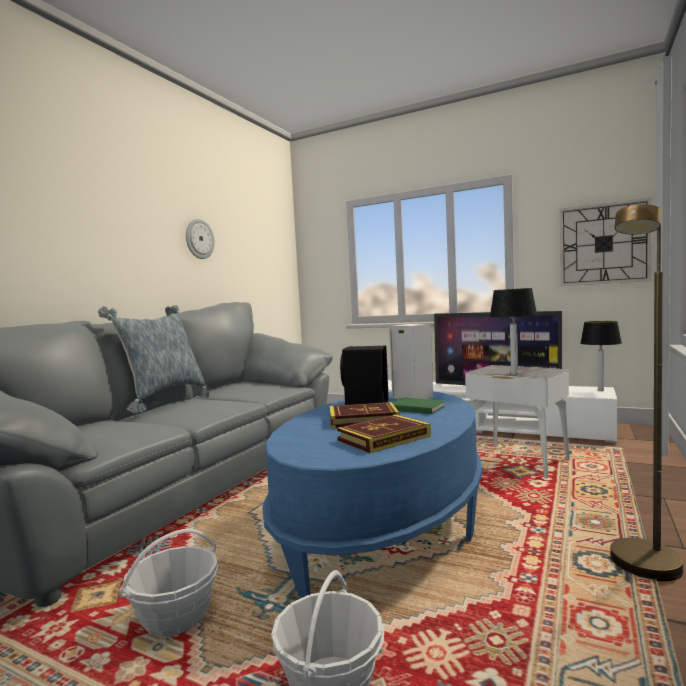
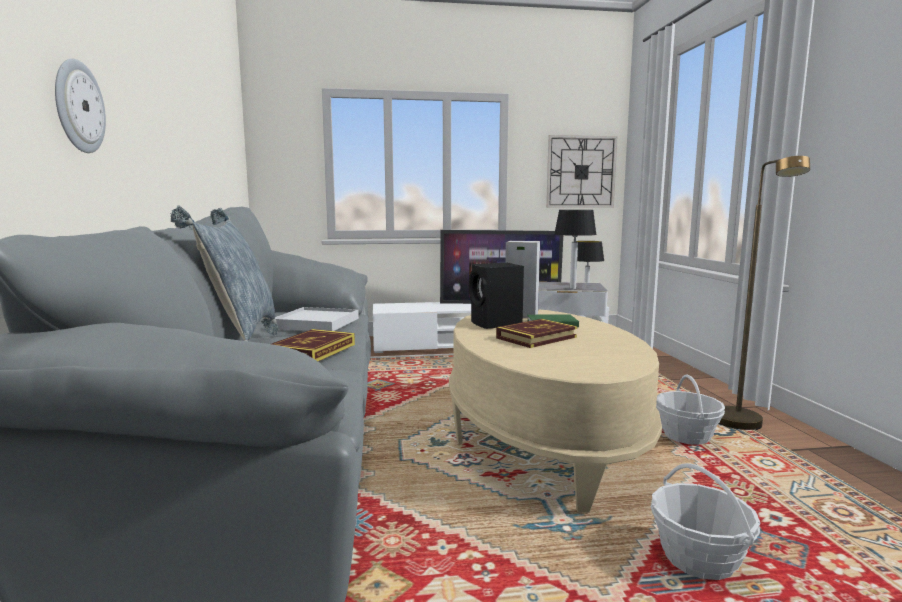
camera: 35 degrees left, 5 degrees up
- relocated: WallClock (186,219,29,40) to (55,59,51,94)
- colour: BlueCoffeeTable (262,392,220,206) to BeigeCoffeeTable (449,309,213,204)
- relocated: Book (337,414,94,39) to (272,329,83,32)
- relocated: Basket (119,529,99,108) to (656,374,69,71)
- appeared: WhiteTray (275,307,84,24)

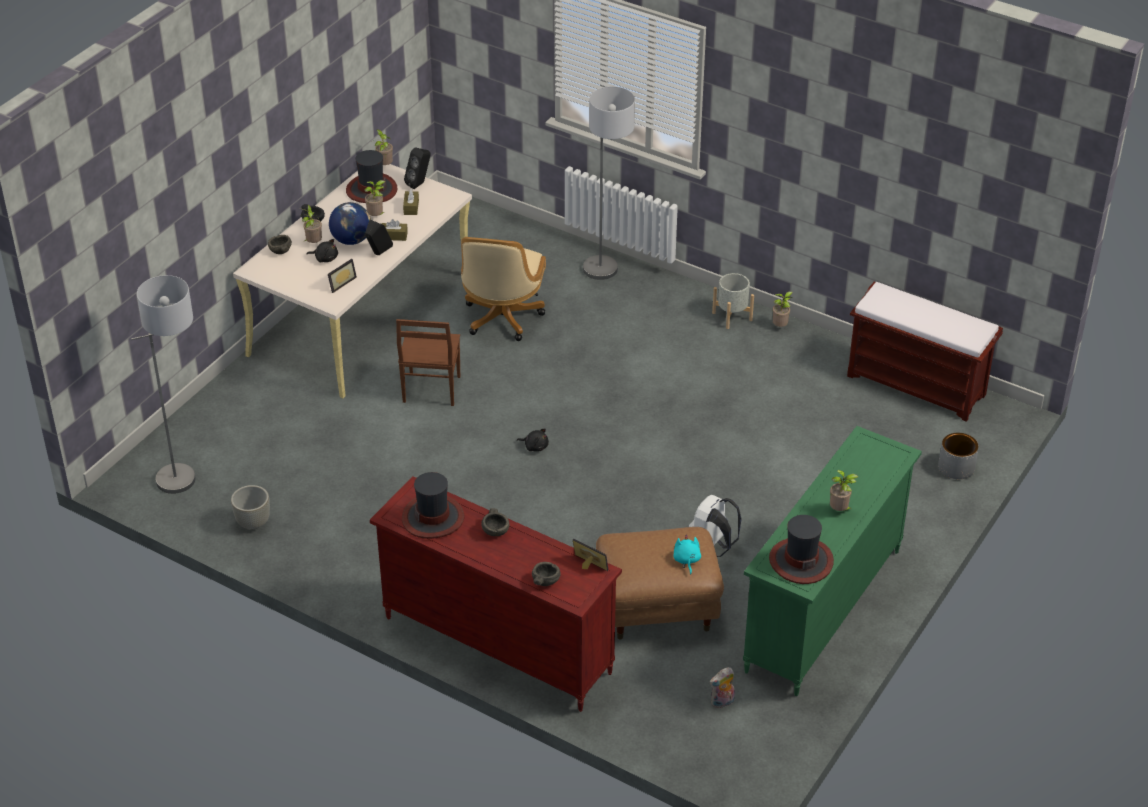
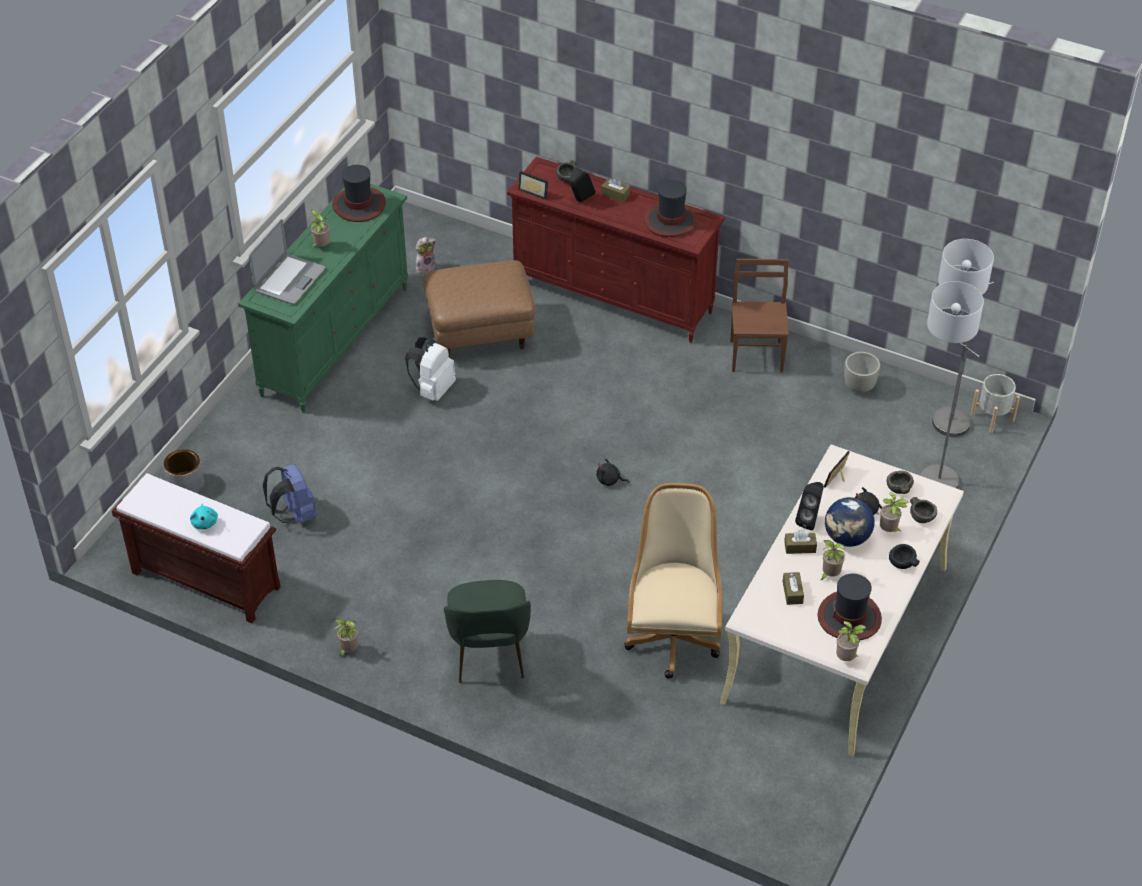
camera: 175 degrees right, 5 degrees up
- relocated: GreyFloorLamp (583,86,52,194) to (920,281,64,207)
- relocated: BlackSpeaker (404,147,27,42) to (569,167,27,35)
- relocated: GreyPlanter (712,273,42,56) to (971,374,49,59)
- relocated: BrownChair (396,319,64,87) to (731,259,58,114)
- relocated: GreyBowl (481,508,28,28) to (886,471,28,23)
- relocated: TurquoisePlushToy (673,535,28,40) to (190,504,28,25)
- appeared: BrownTissueBox (601,178,29,24)
- appeared: Laptop (249,219,76,85)
- appeared: BlueBackpack (263,464,55,59)
- appeared: GreenChair (444,580,87,103)

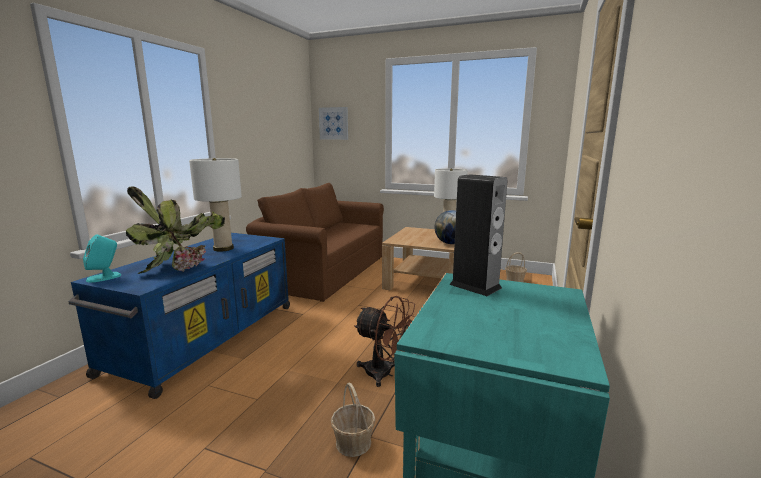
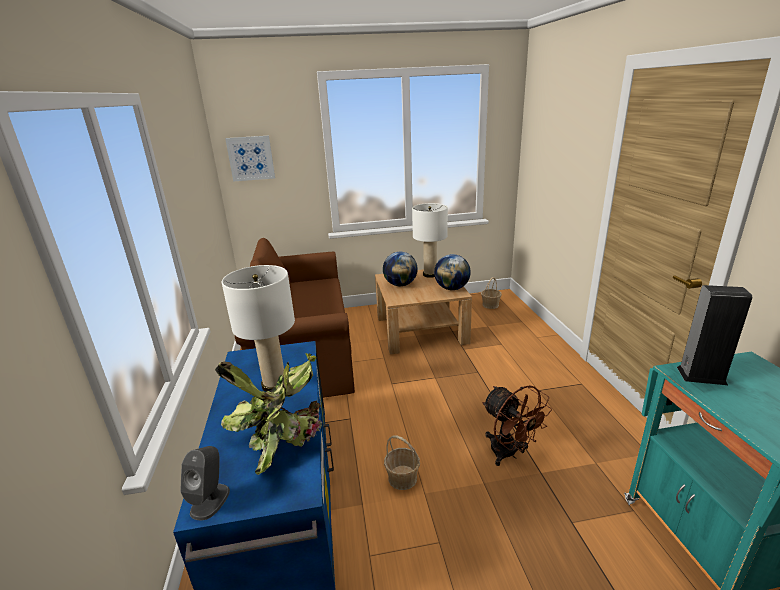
camera: 30 degrees left, 10 degrees up
- colour: TurquoiseSpeaker (83,234,38,49) to GreySpeaker (180,446,50,74)
- spun: BrownFan (354,296,62,91) = (482,385,70,81) 60 degrees clockwise
- relocated: Basket (331,383,45,74) to (384,435,36,55)
- appeared: Globe (383,252,35,34)

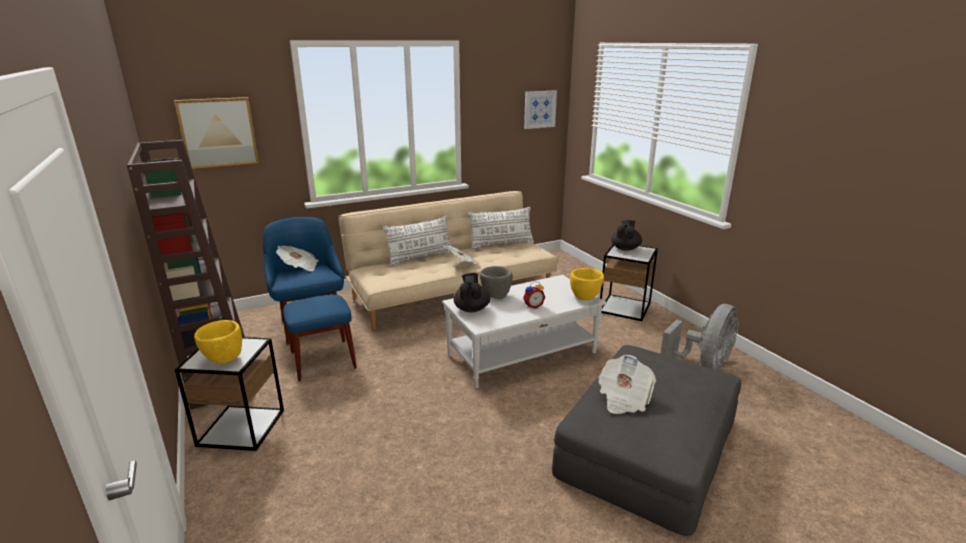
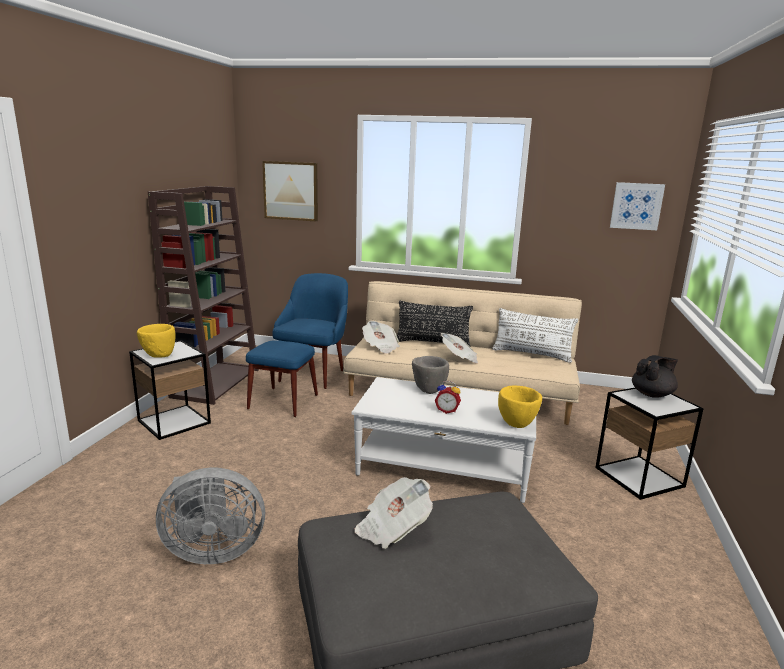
camera: 40 degrees right, 5 degrees down
- colour: WhitePillow (383,216,69,50) to BlackPillow (397,301,76,46)
- relocated: Newspaper (276,246,43,25) to (362,321,38,33)
- missing: BlackTeapot (454,273,36,39)
- relocated: GreyFan (660,304,79,66) to (156,468,109,96)

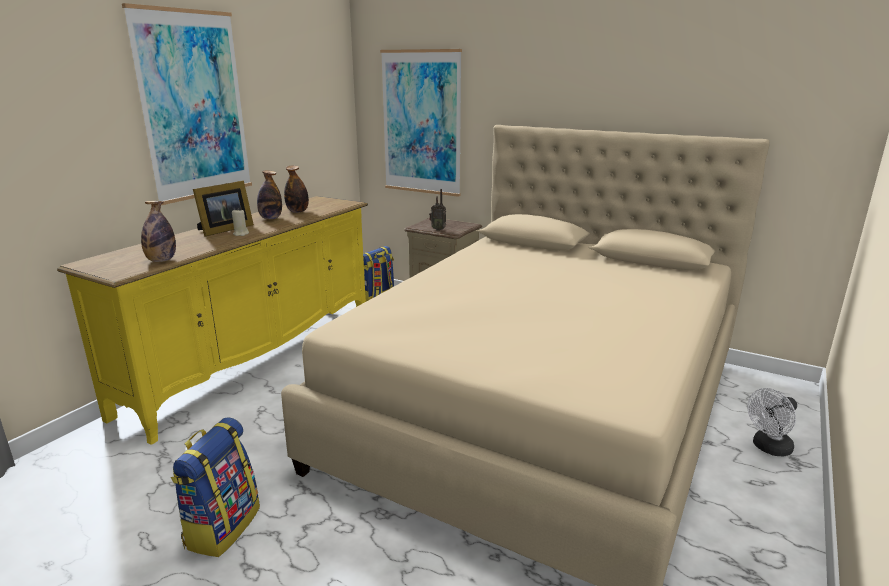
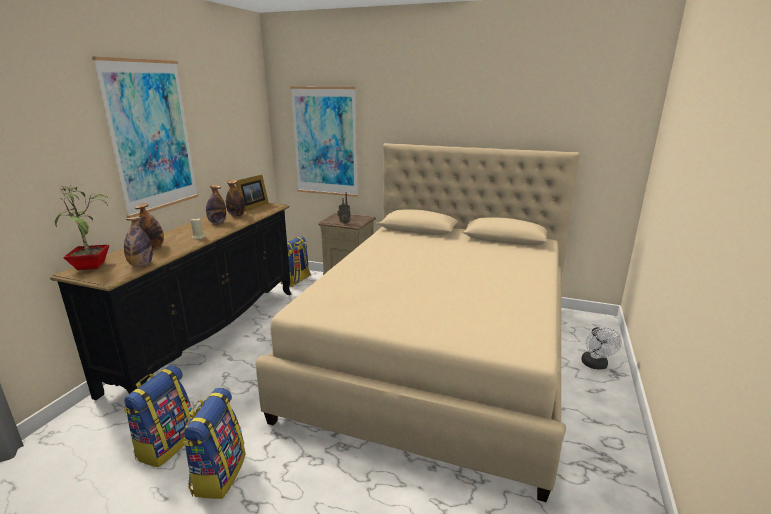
camera: 10 degrees left, 0 degrees up
- relocated: PictureFrame (193,180,61,57) to (236,174,33,37)
- colour: YellowDresser (57,196,311,249) to BlackDresser (50,203,241,197)
- spun: WhiteFan (747,388,50,68) = (581,327,41,43) 45 degrees counterclockwise
- appeared: PottedPlant (55,186,54,84)
- appeared: Bottle (135,203,29,45)
- appeared: Backpack (123,365,69,102)

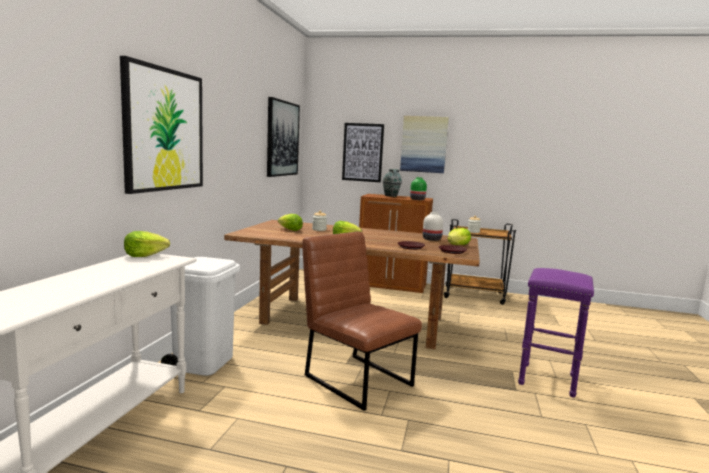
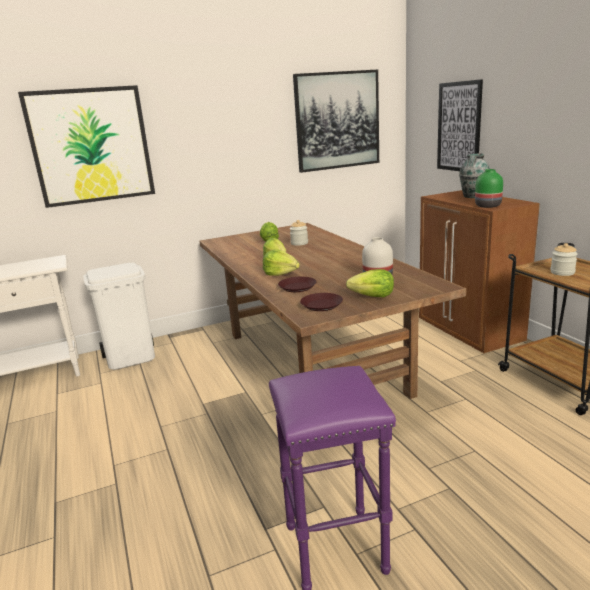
camera: 55 degrees right, 10 degrees up
- missing: Picture (400,116,49,57)
- relocated: Lettuce (124,231,46,26) to (263,250,37,26)
- missing: BrownChair (302,232,120,179)

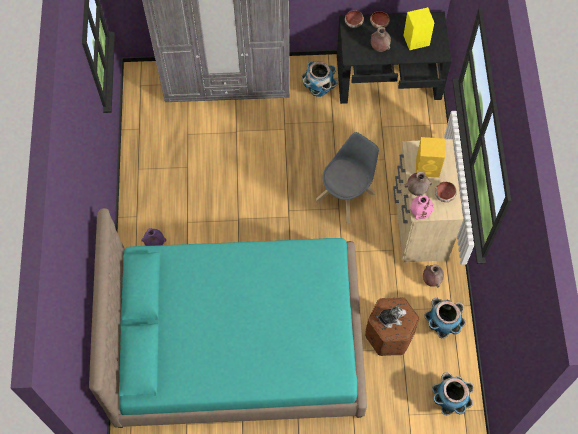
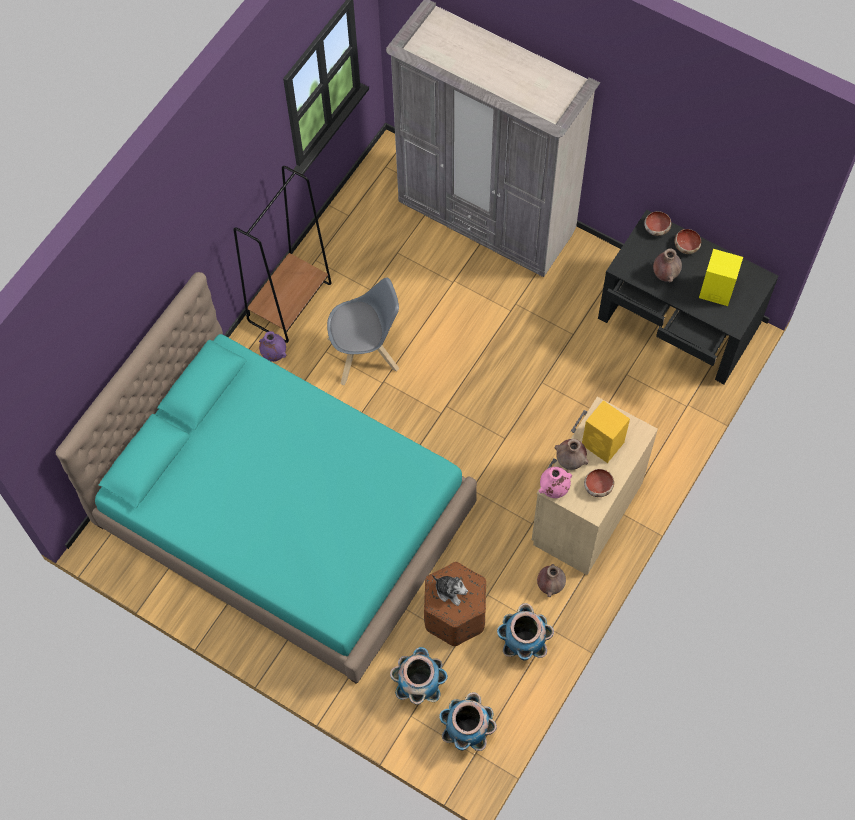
camera: 35 degrees right, 0 degrees up
- relocated: Planter (301,61,36,36) to (390,647,58,58)
- relocated: GreyChair (316,132,63,91) to (327,278,72,107)
- appeared: ClothesRack (233,166,98,177)

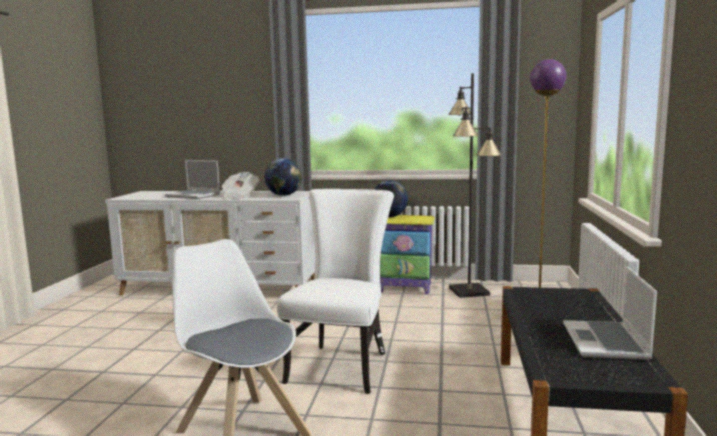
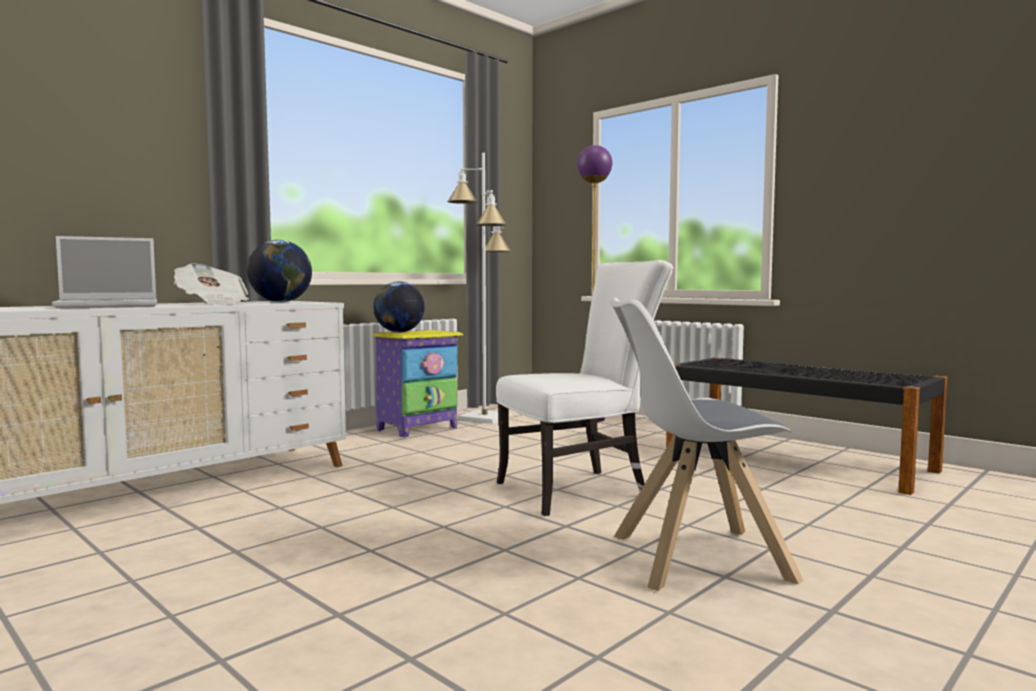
camera: 55 degrees left, 5 degrees down
- colour: BlackFloorLamp (448,73,54,225) to WhiteFloorLamp (447,153,64,271)
- spun: WhiteChair (277,189,117,205) = (496,260,178,256) 105 degrees clockwise
- missing: Laptop (563,266,94,94)

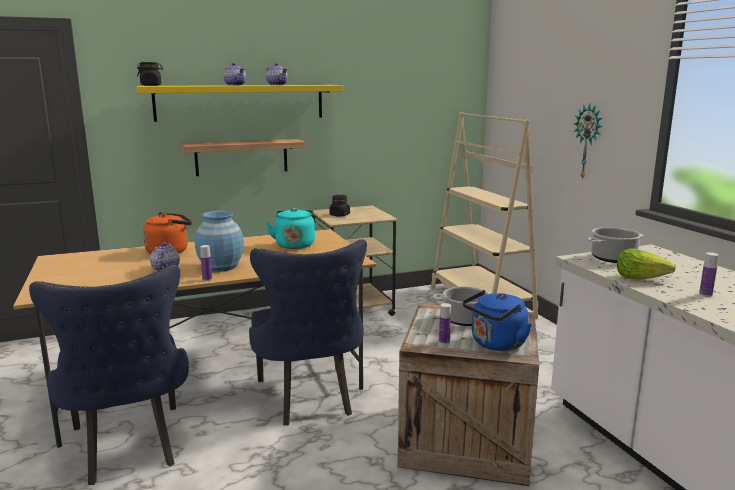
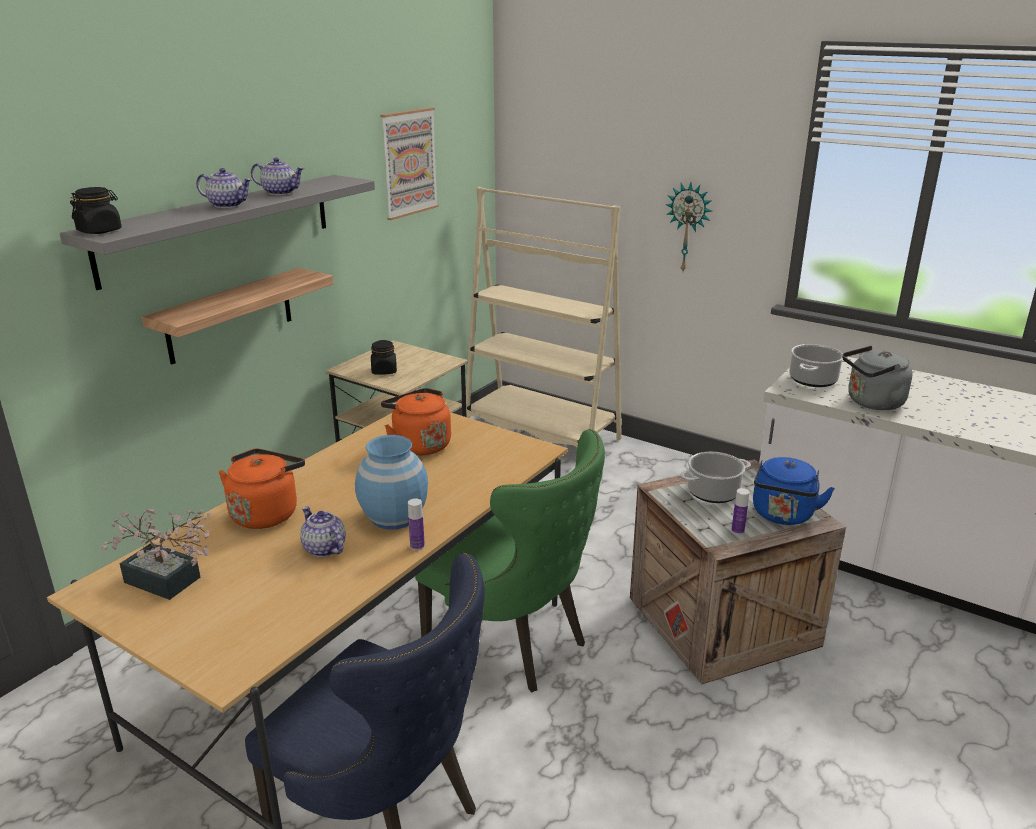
camera: 35 degrees left, 10 degrees up
- colour: YellowShelf (137,85,207,37) to GreyShelf (60,175,315,115)
- colour: TurquoiseKettle (265,208,50,41) to OrangeKettle (381,388,70,67)
- colour: BlueChair (249,239,118,186) to GreenChair (415,429,190,263)
- exchanged: Lettuce (617,248,59,32) to GreyKettle (842,346,71,64)
- missing: Bottle (699,252,20,45)
- appeared: Picture (380,107,59,113)
- appeared: PottedPlant (101,509,109,91)

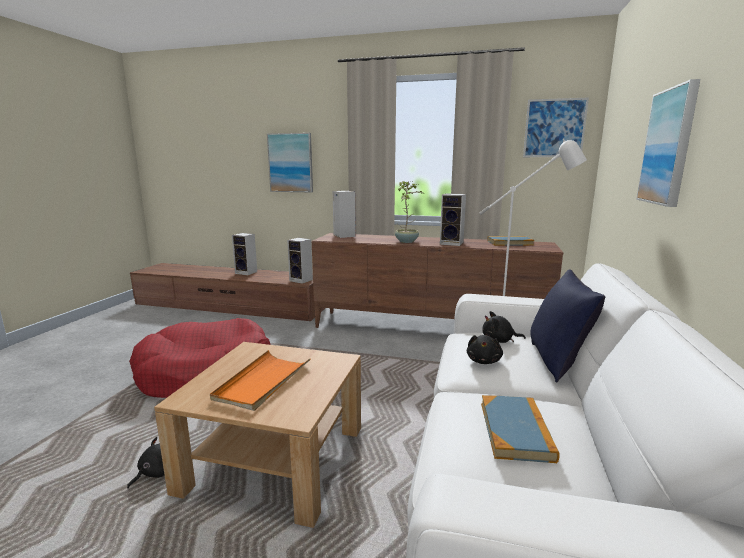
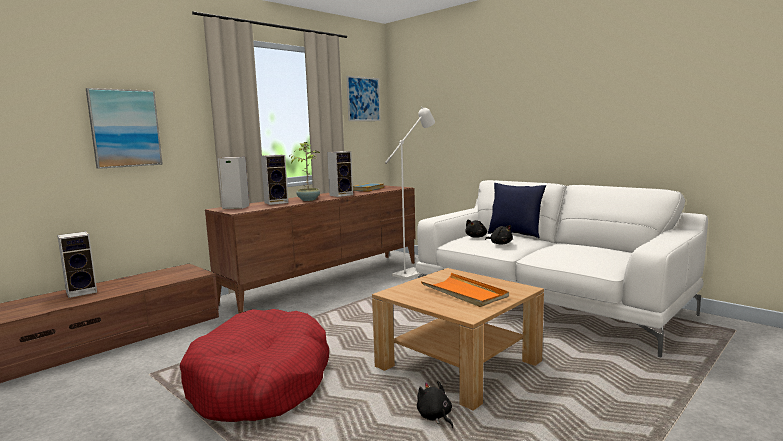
camera: 60 degrees left, 5 degrees down
- missing: Picture (636,79,64,128)
- relocated: Speaker (287,238,26,46) to (261,155,27,50)
- missing: Book (481,395,79,68)

